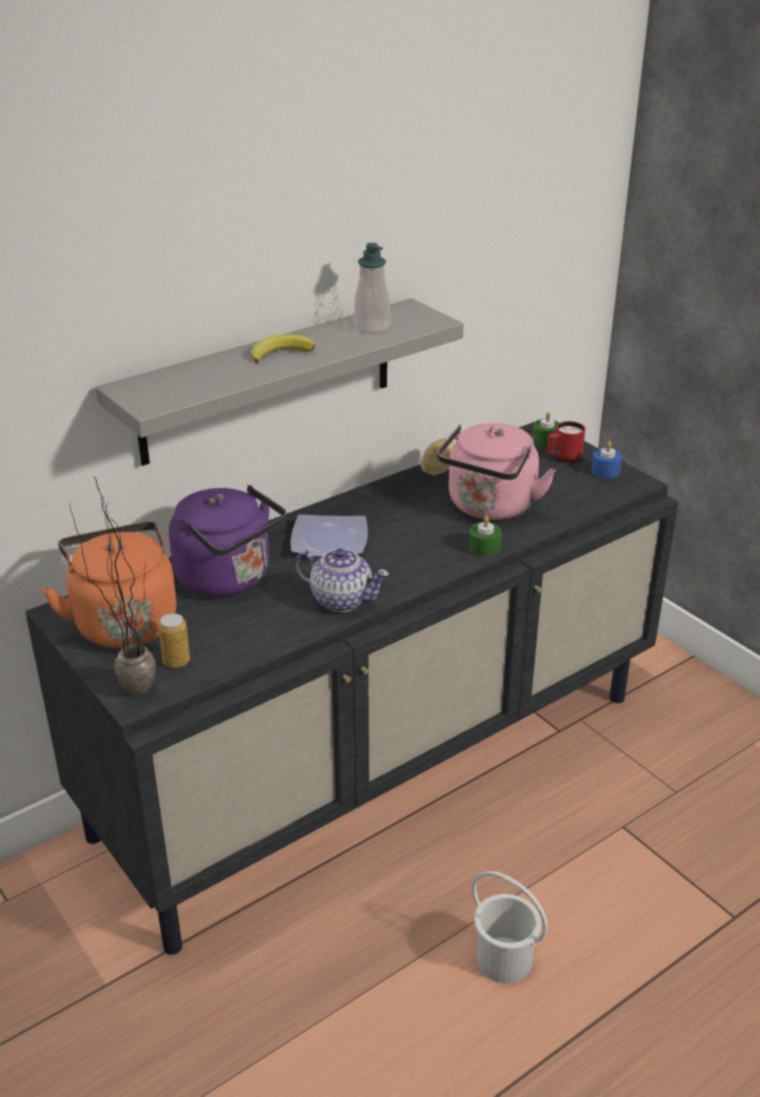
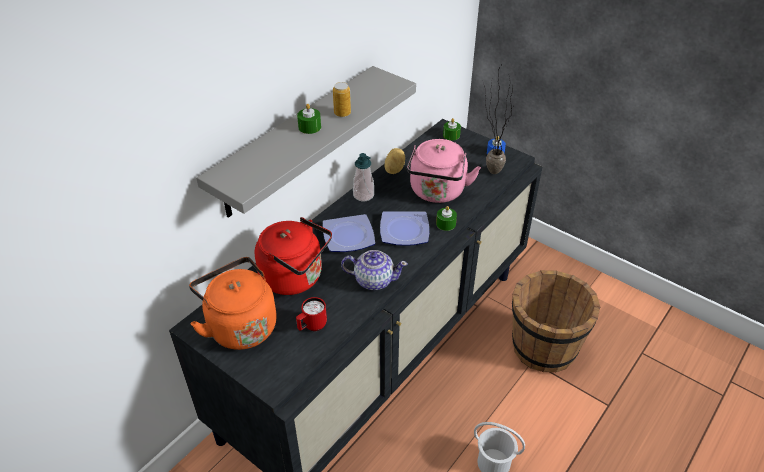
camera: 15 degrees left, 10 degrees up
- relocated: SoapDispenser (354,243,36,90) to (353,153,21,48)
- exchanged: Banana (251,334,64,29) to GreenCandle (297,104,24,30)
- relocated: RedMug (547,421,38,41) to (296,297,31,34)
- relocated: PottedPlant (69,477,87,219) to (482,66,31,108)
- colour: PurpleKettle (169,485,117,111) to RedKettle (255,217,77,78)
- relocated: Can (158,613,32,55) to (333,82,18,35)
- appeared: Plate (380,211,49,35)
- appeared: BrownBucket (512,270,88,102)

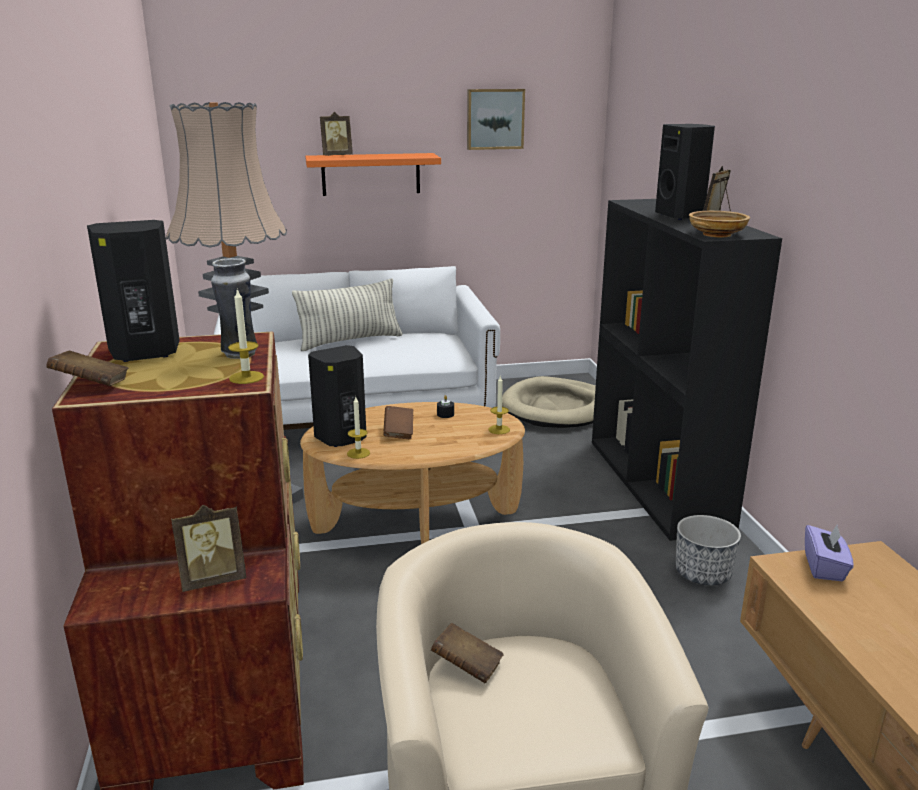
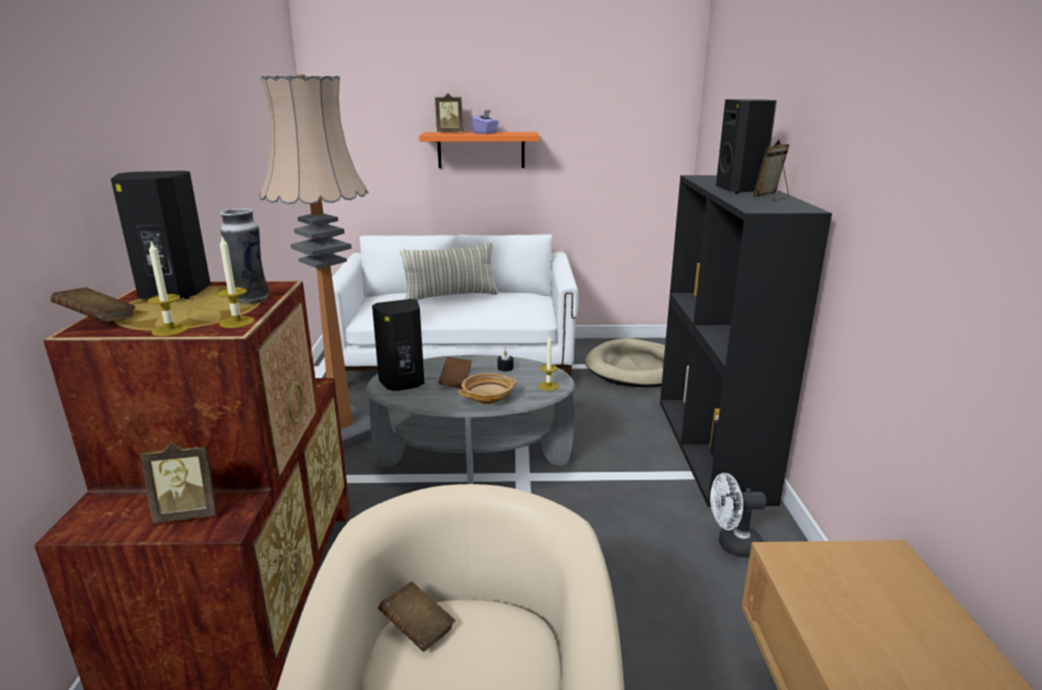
camera: 10 degrees right, 0 degrees up
- missing: Picture (467,89,58,61)
- relocated: BeigeBowl (689,211,61,26) to (458,373,59,31)
- relocated: Candle (347,397,23,62) to (147,240,42,96)
- colour: BrownCoffeeTable (300,402,225,142) to GreyCoffeeTable (366,355,209,129)
- exchanged: Planter (676,515,65,71) to WhiteFan (710,473,57,85)
- relocated: PurpleTissueBox (805,525,49,56) to (471,110,28,24)

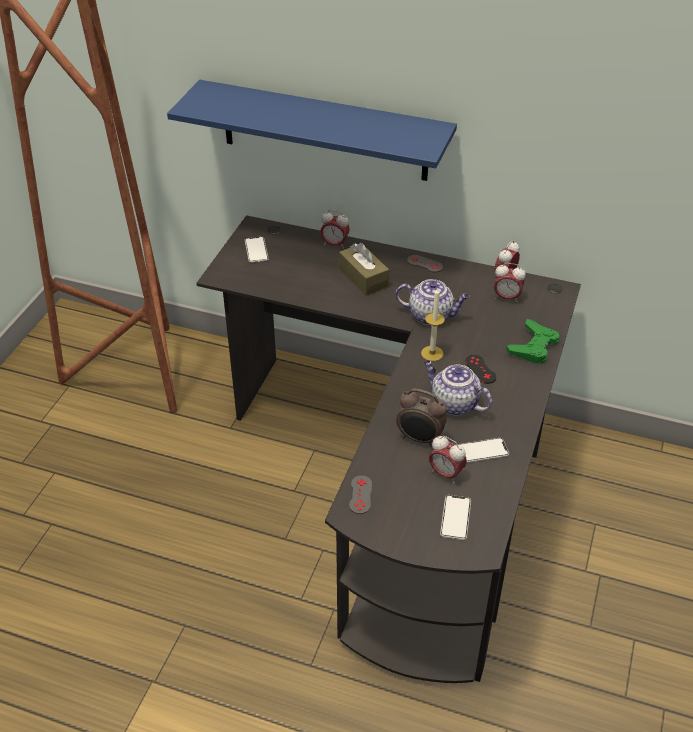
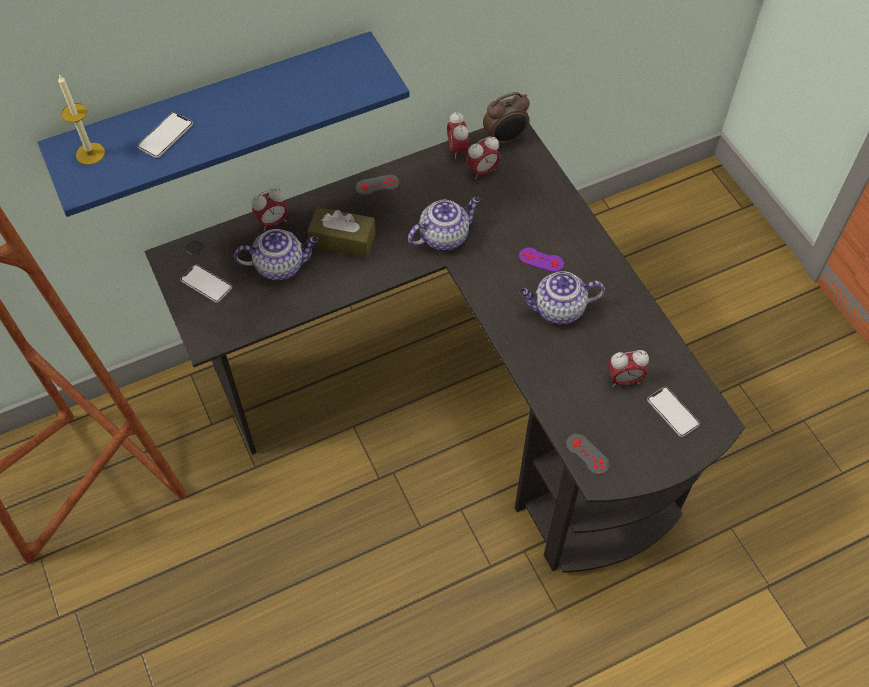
camera: 45 degrees left, 15 degrees up
- relocated: Candle (421,287,24,74) to (58,75,47,90)
- missing: GreenGameController (506,319,53,45)
- colour: BlackGameController (465,355,31,29) to PurpleGameController (519,248,45,24)
- relocated: AlarmClock (396,389,51,58) to (483,92,47,52)
- relocated: Phone (458,438,51,25) to (137,112,56,46)
- appeared: Teapot (234,229,84,52)

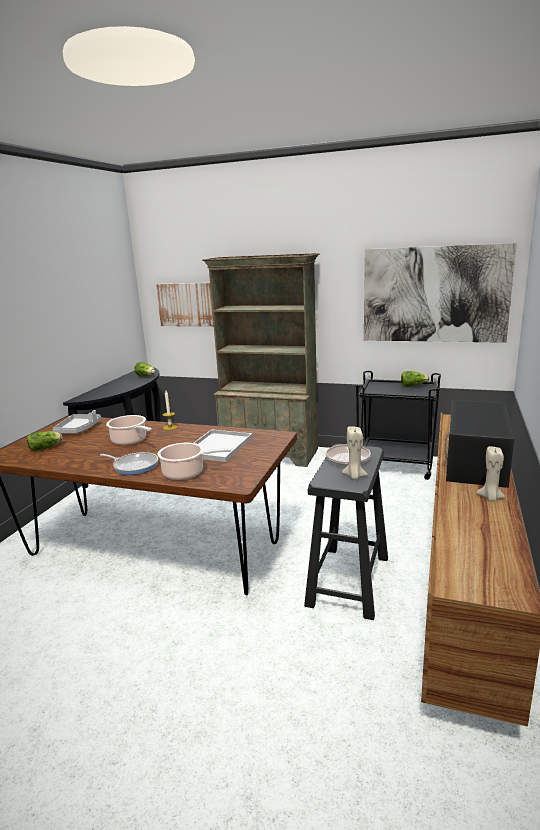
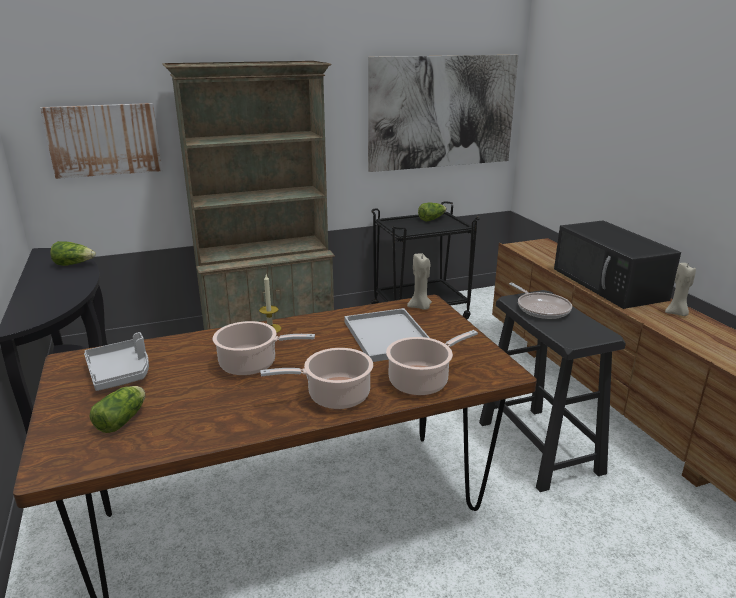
camera: 40 degrees left, 5 degrees up
- relocated: BeigeCandle (342,426,26,53) to (407,253,25,57)
- exchanged: FryingPan (100,452,58,23) to CookingPot (260,348,113,61)

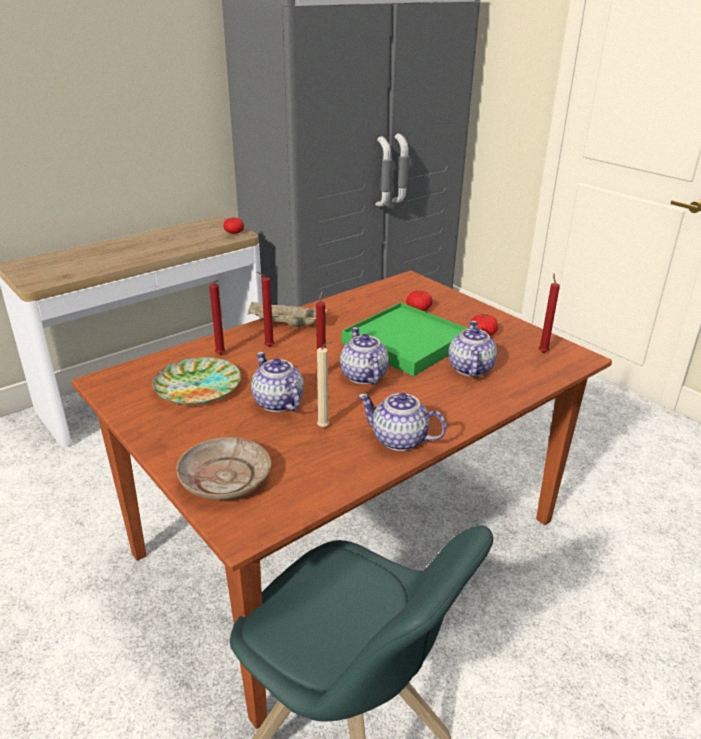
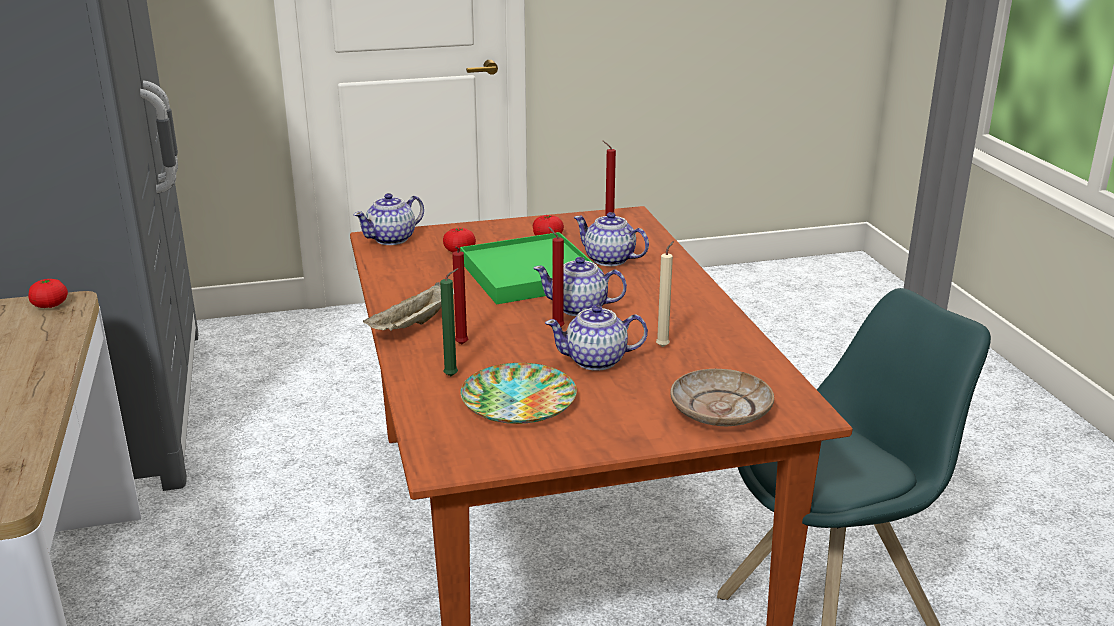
camera: 65 degrees left, 5 degrees down
- colour: RedCandle (209,280,17,75) to GreenCandle (440,268,18,108)
- relocated: Teapot (358,393,89,58) to (354,193,70,52)

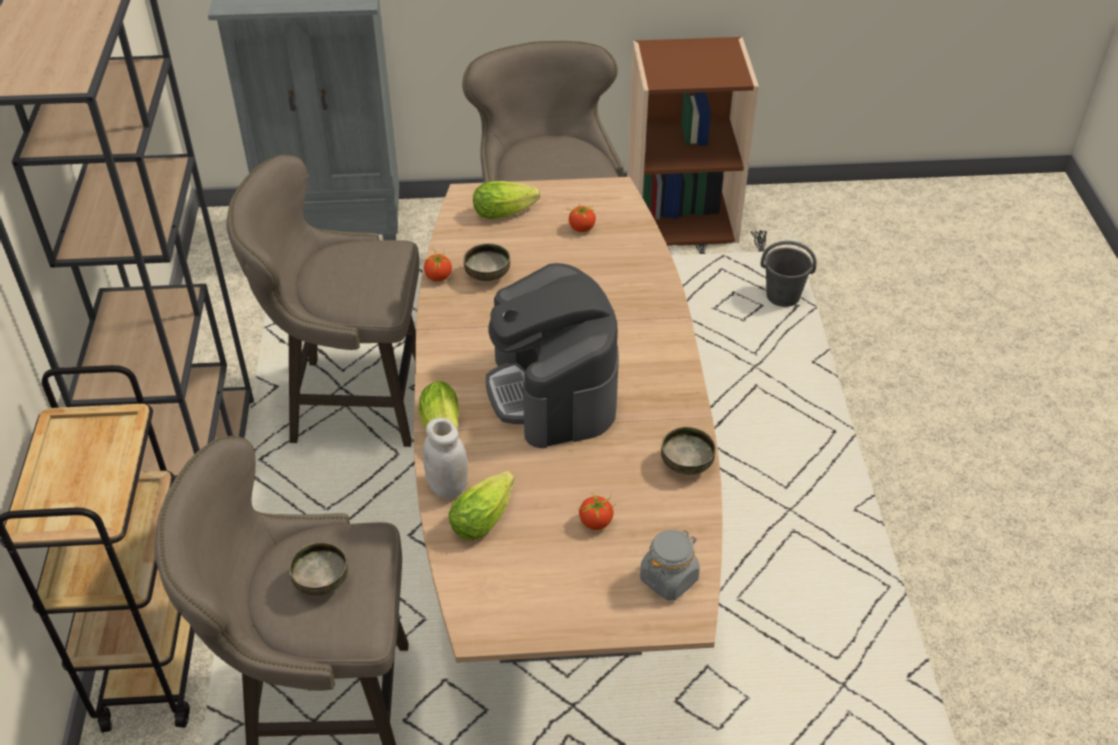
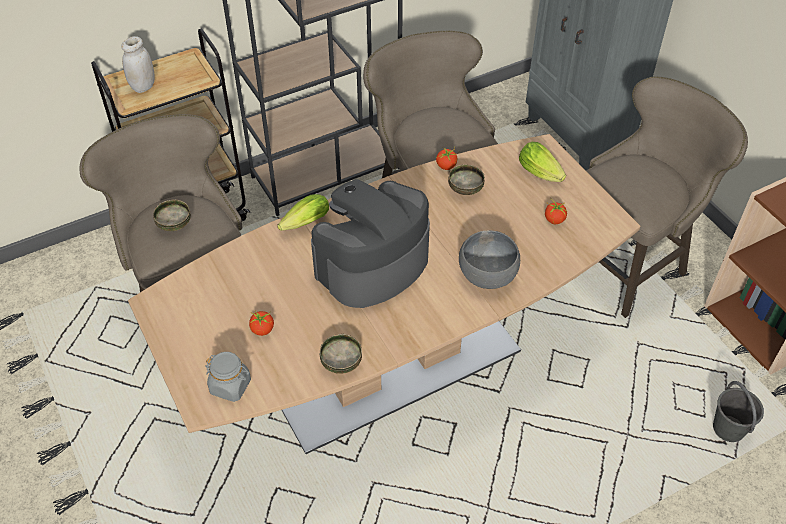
camera: 65 degrees right, 5 degrees up
- relocated: WhiteJar (423,418,45,81) to (121,36,33,57)
- missing: Lettuce (448,471,67,69)
- appeared: GreyBowl (459,230,61,59)

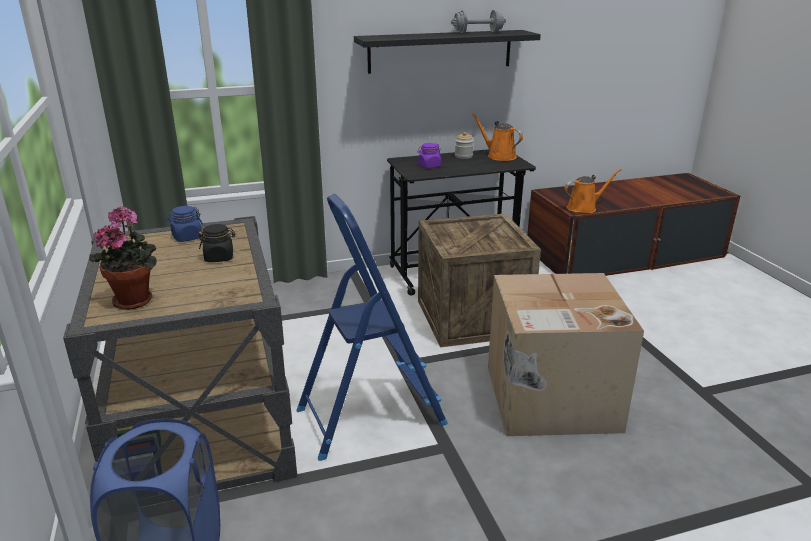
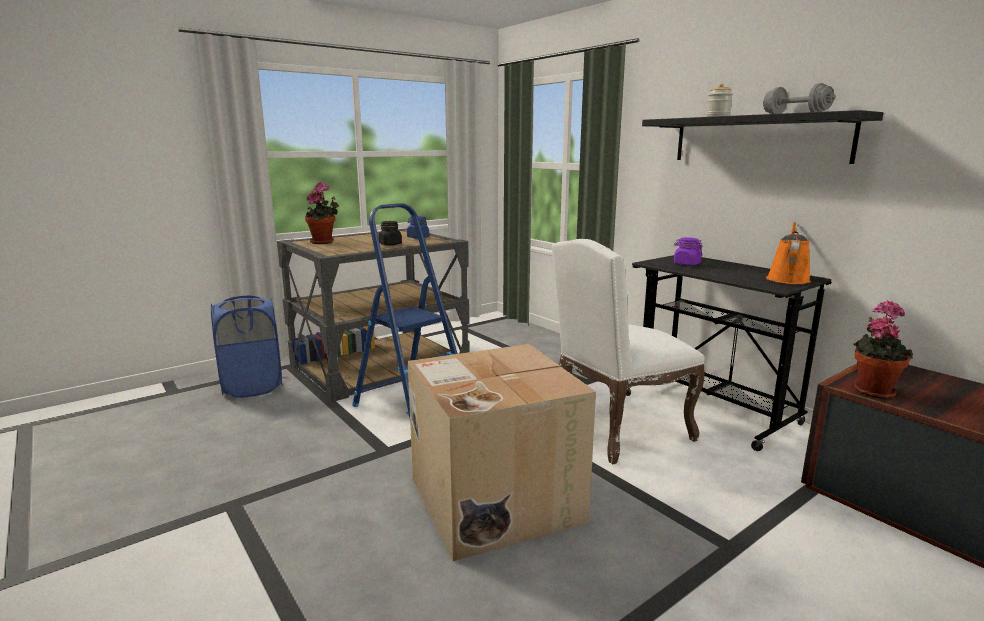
camera: 70 degrees right, 10 degrees down
- relocated: Jar (455,132,19,27) to (706,83,27,34)
- exchanged: OrangeWateringCan (564,169,57,44) to PottedPlant (853,300,60,99)
- exchanged: Crate (418,213,123,134) to WhiteChair (552,239,153,225)

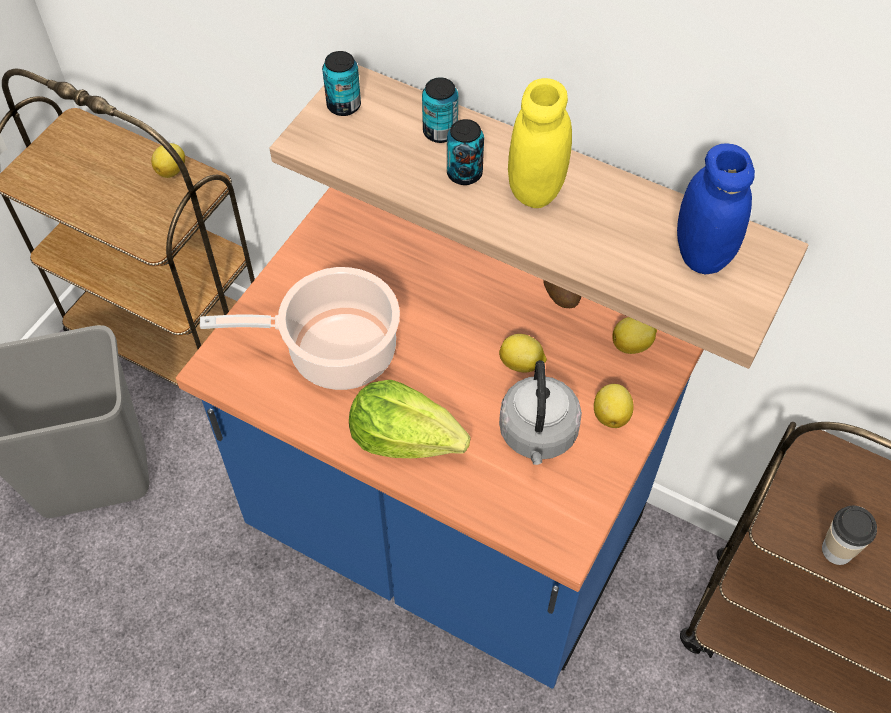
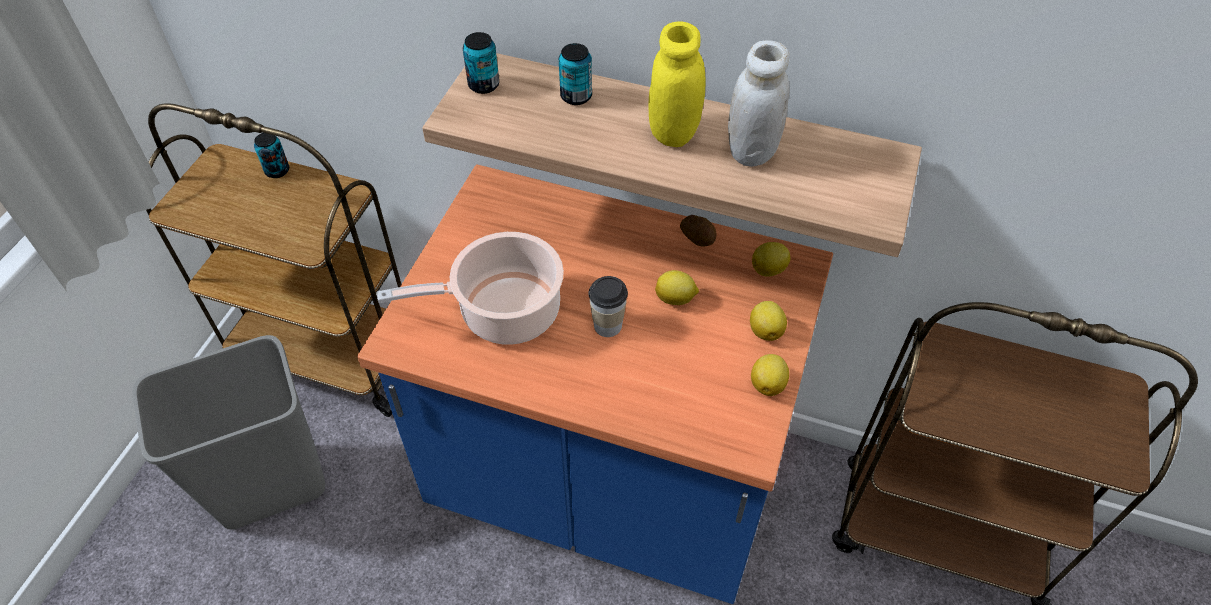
camera: 10 degrees left, 5 degrees down
- relocated: Can (447,119,37,66) to (254,133,35,45)
- relocated: Lemon (151,143,34,35) to (751,354,38,42)
- missing: BlueJar (677,143,78,132)
- missing: GreyKettle (499,360,83,105)
- missing: Lettuce (349,380,122,78)
- relocated: Cup (822,506,55,59) to (589,276,39,61)
- appeared: WhiteJar (728,40,61,127)

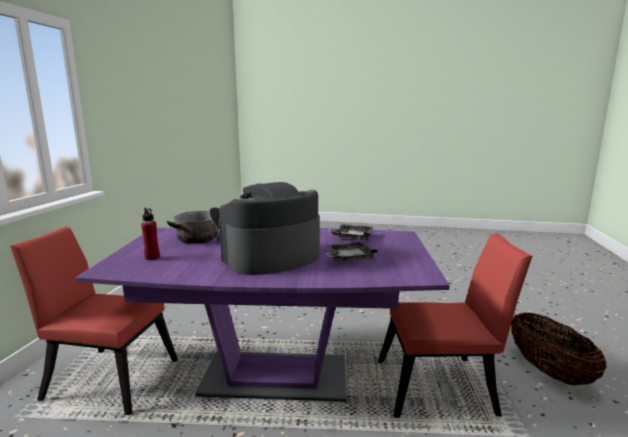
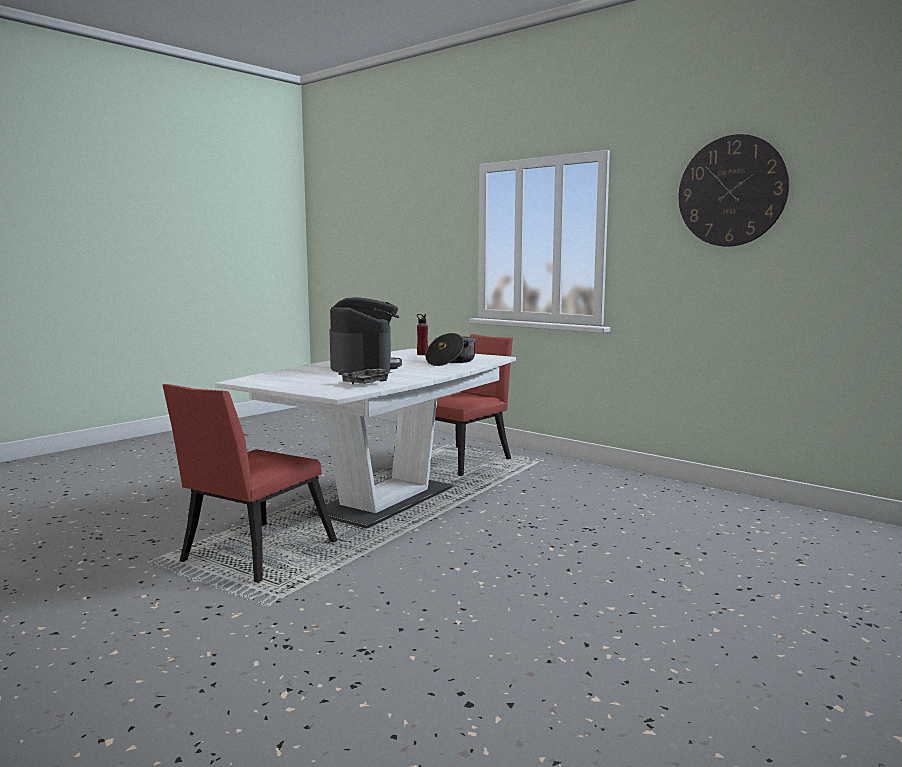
camera: 120 degrees right, 5 degrees down
- colour: PurpleDiningTable (76,228,374,174) to WhiteDiningTable (215,349,301,179)
- missing: GreyTray (325,242,52,20)
- missing: Basket (511,313,95,72)
- appeared: WallClock (678,134,111,113)

